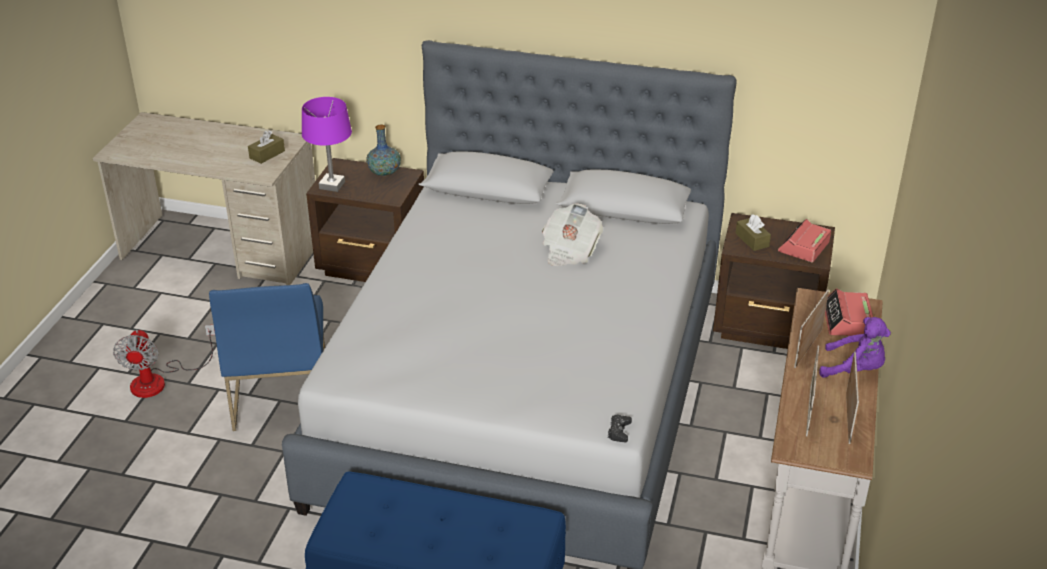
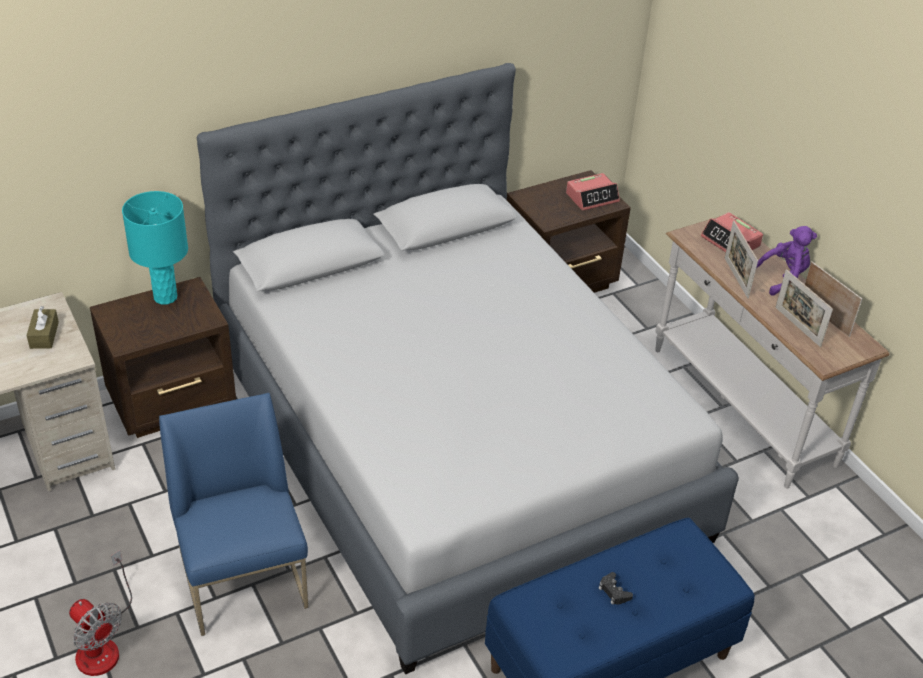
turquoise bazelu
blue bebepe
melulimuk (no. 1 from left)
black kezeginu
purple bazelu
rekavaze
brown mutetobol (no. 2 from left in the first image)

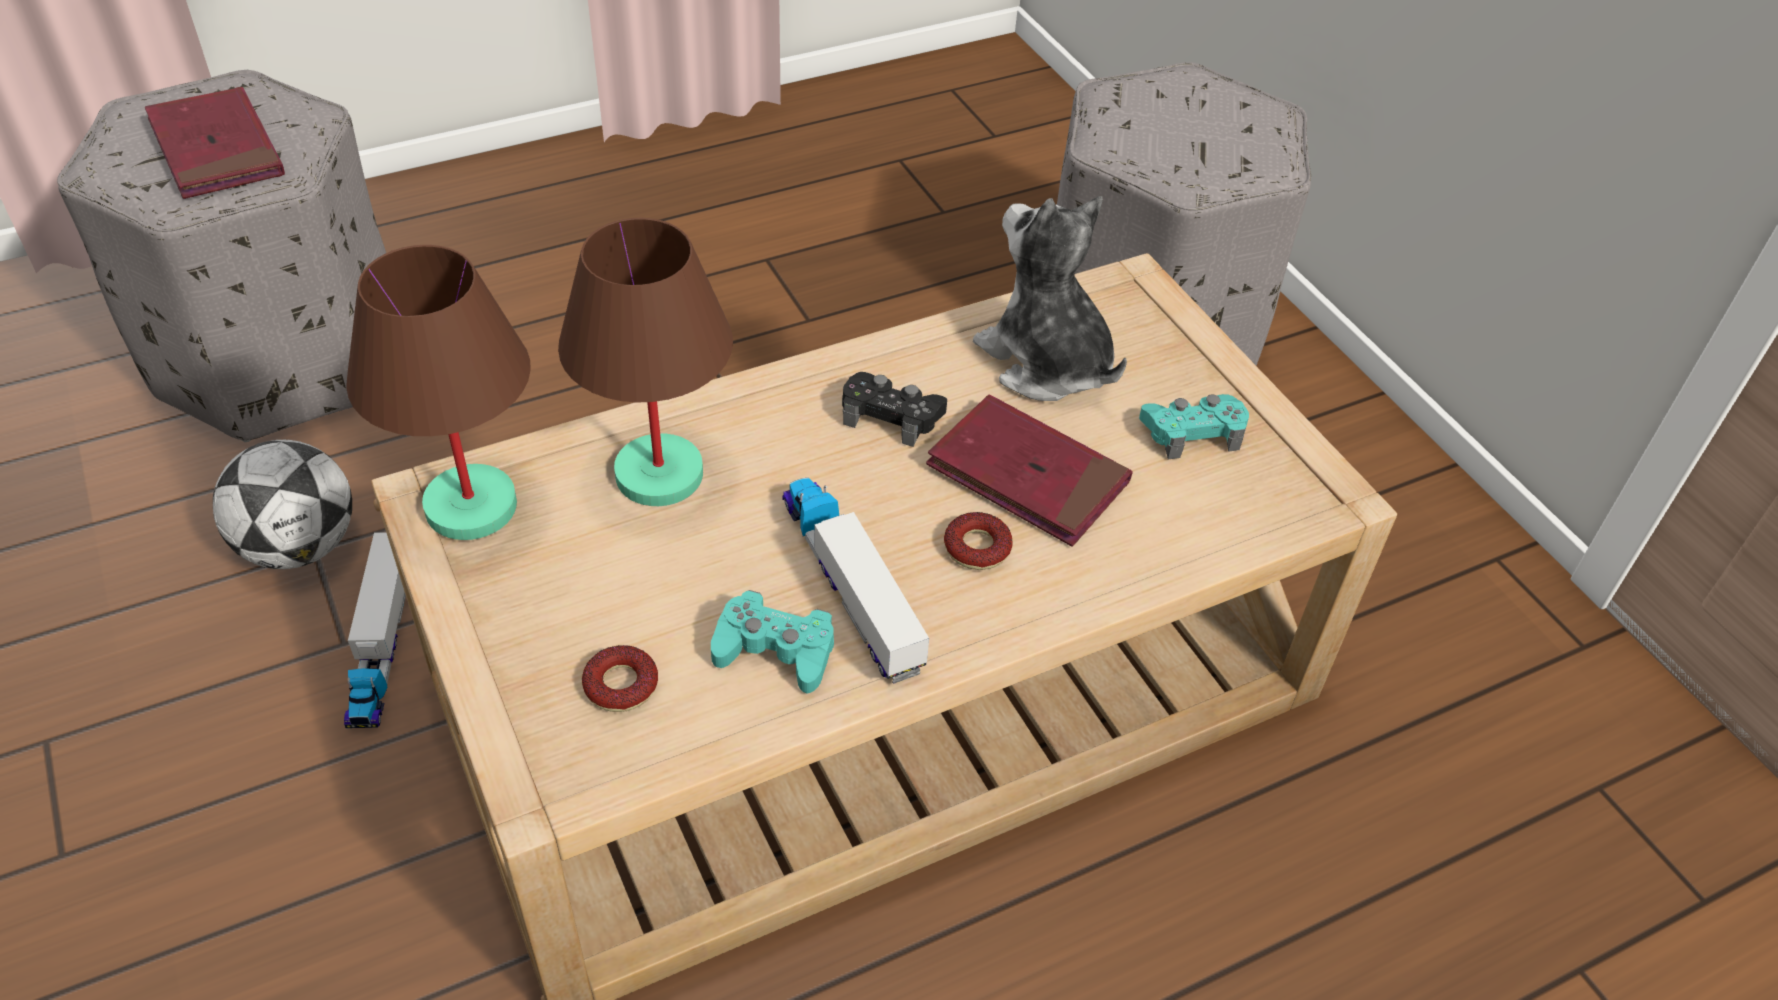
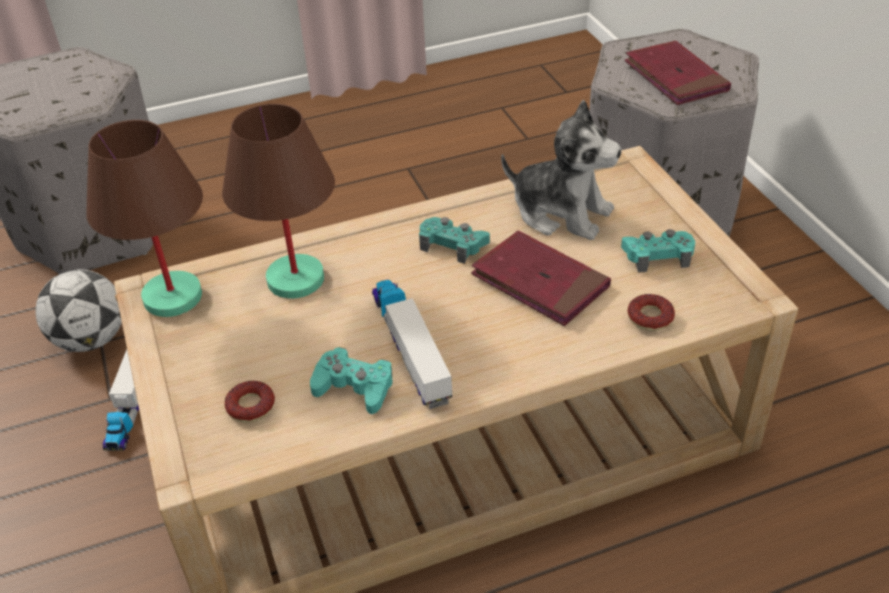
turquoise kezeginu (no. 2 from left)
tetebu
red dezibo (no. 2 from left)
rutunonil (no. 2 from left)

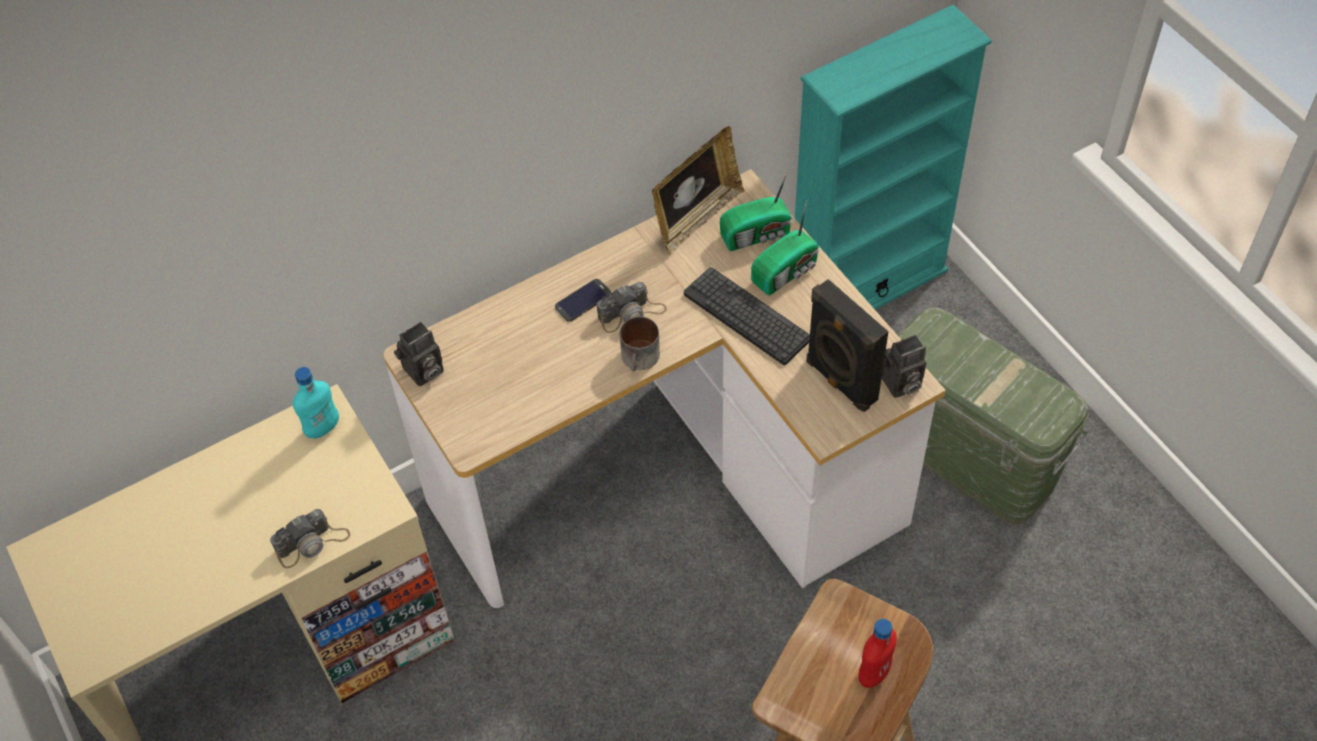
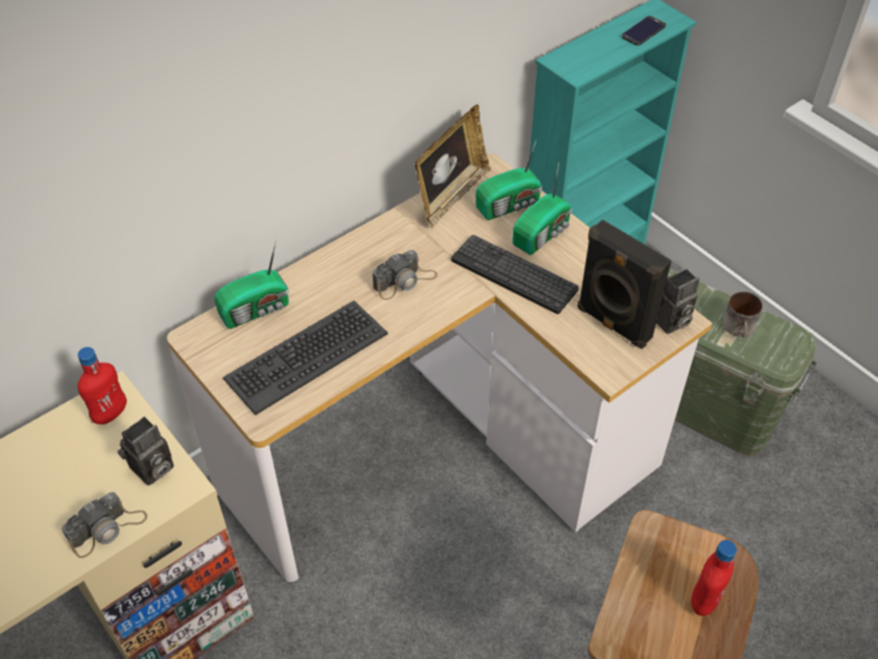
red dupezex (no. 1 from left)
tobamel (no. 2 from left)
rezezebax (no. 1 from left)
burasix (no. 1 from left)
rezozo
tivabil

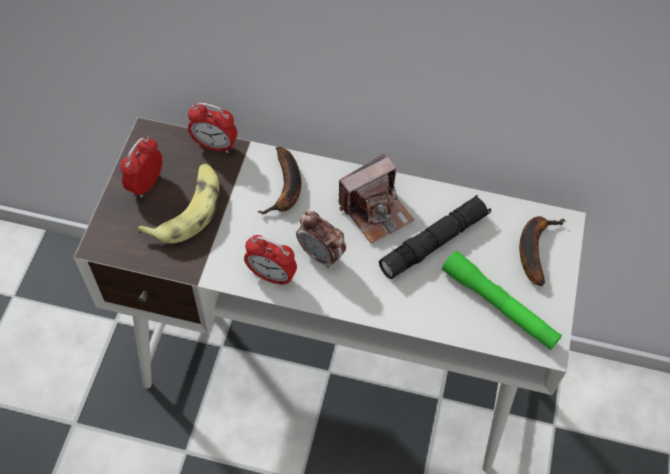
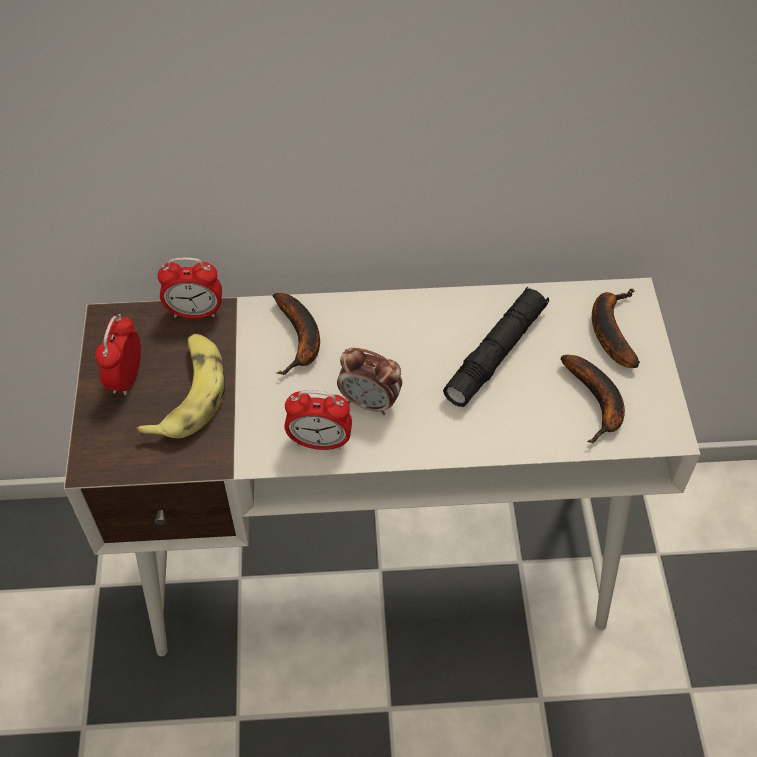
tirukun (no. 3 from left)
tobamel

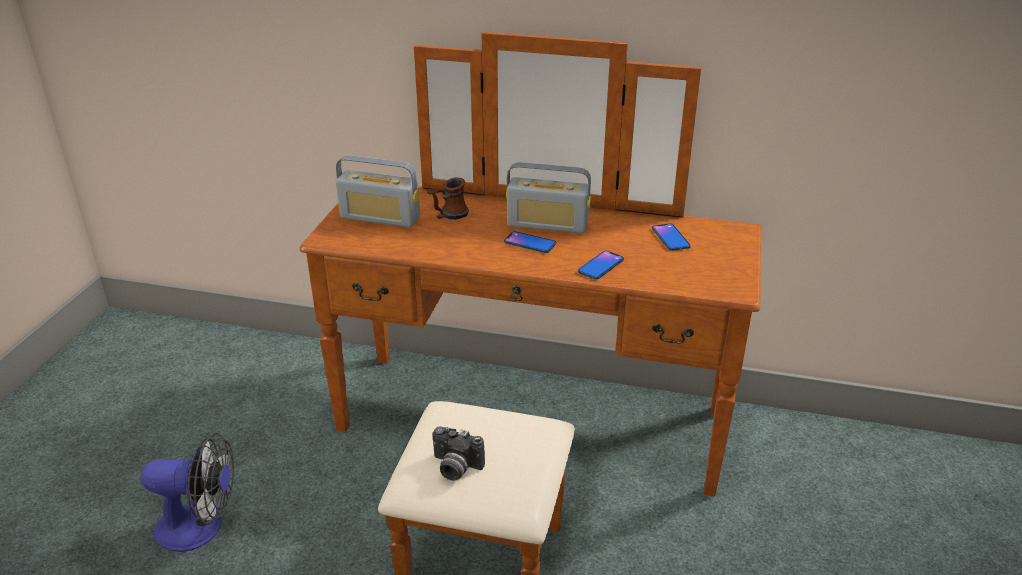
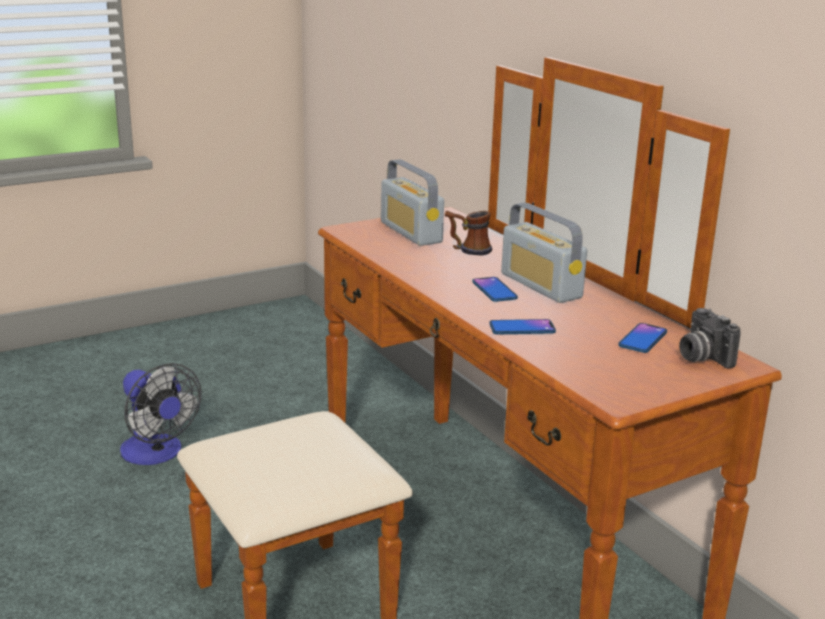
tobamel

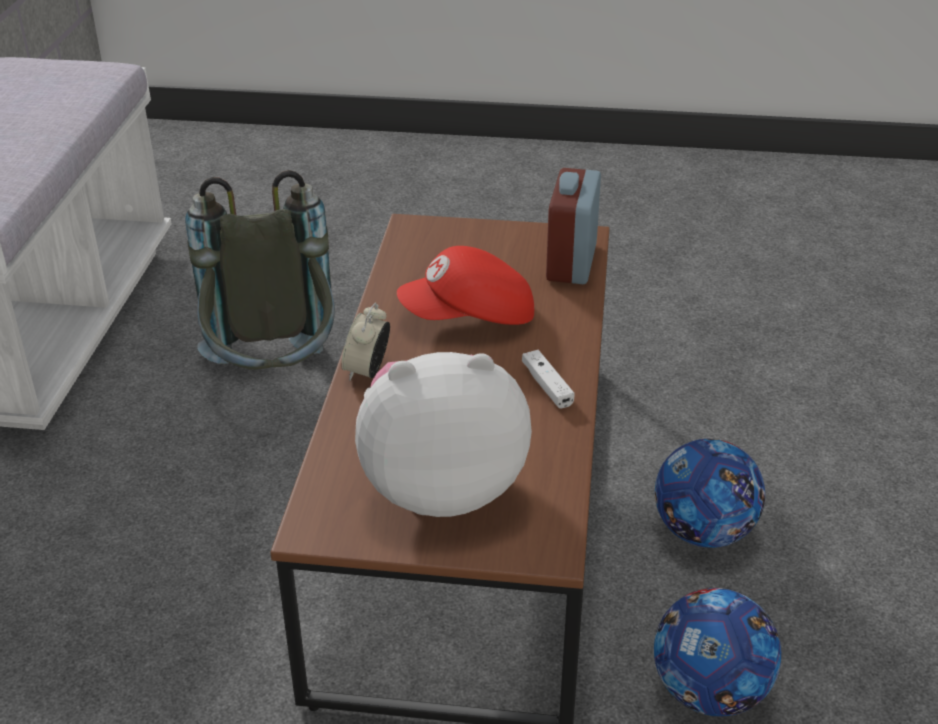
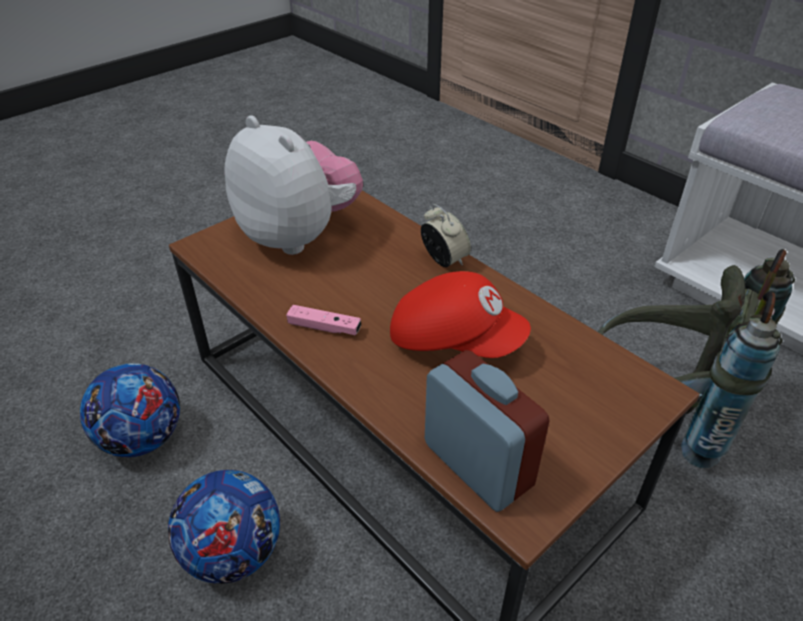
tetebu
pink kezeginu
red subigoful

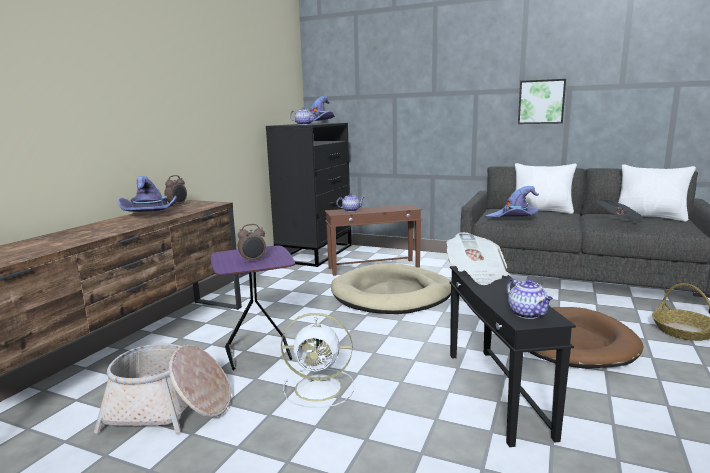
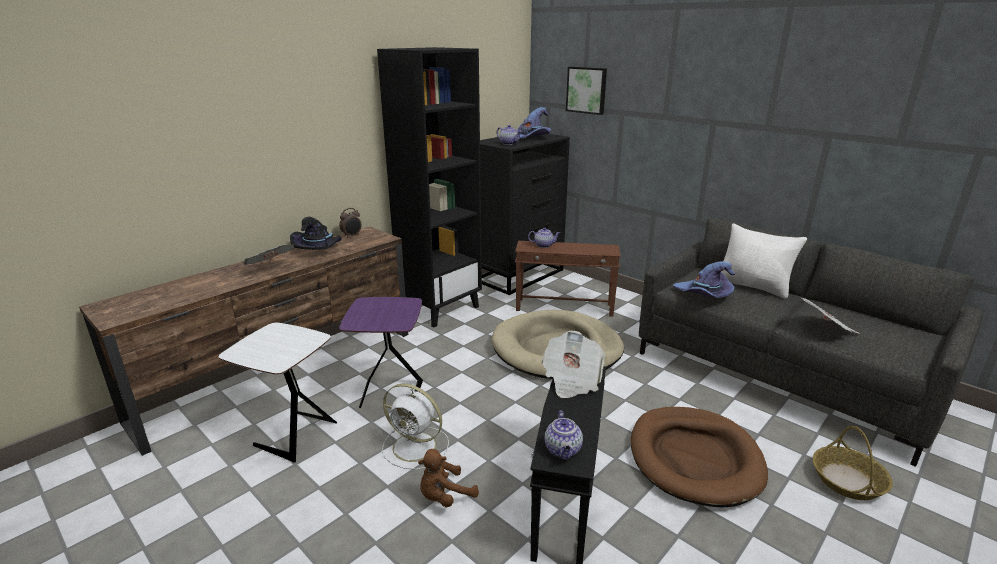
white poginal
rekavaze (no. 1 from left)
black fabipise
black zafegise
brown tetebu
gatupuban
melulimuk (no. 2 from left in the first image)
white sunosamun (no. 2 from left in the first image)

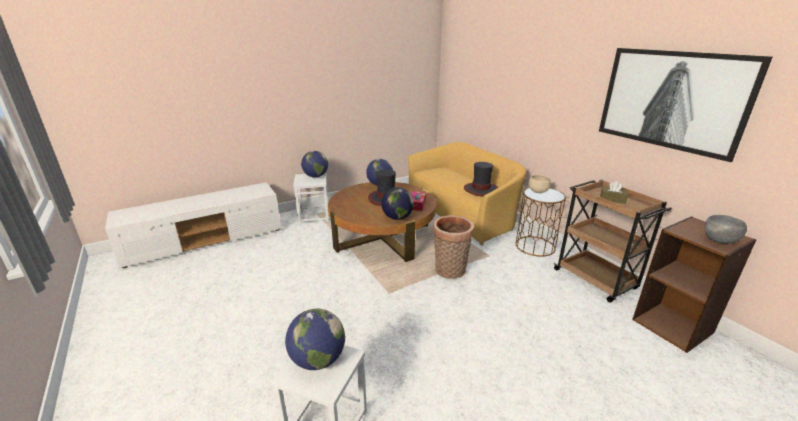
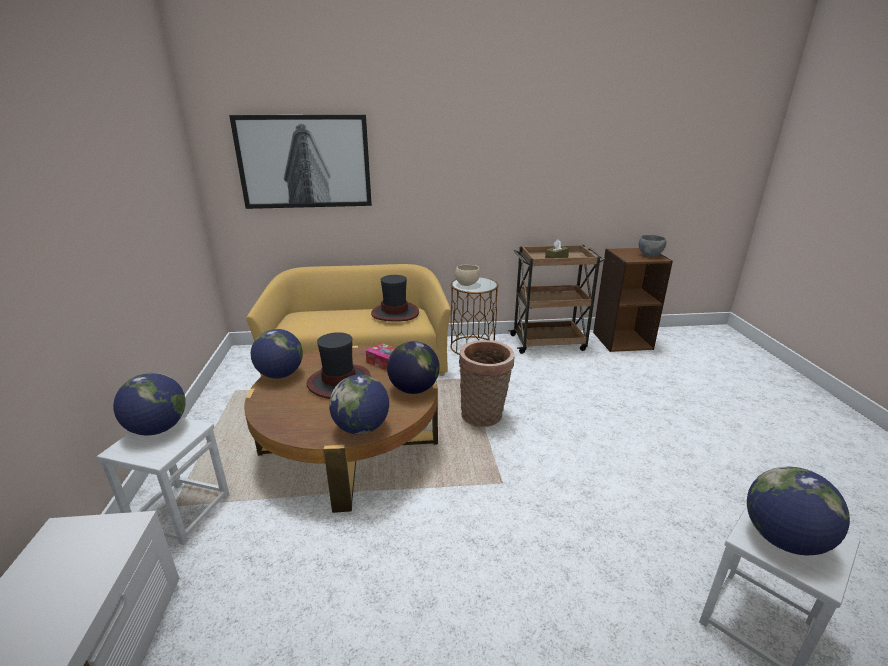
gatupuban
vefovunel (no. 3 from left)

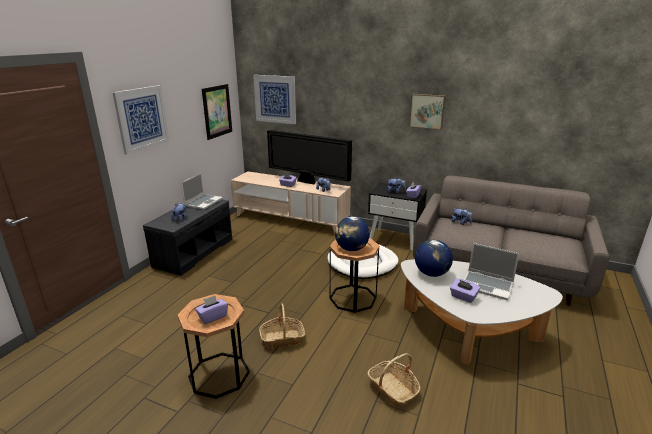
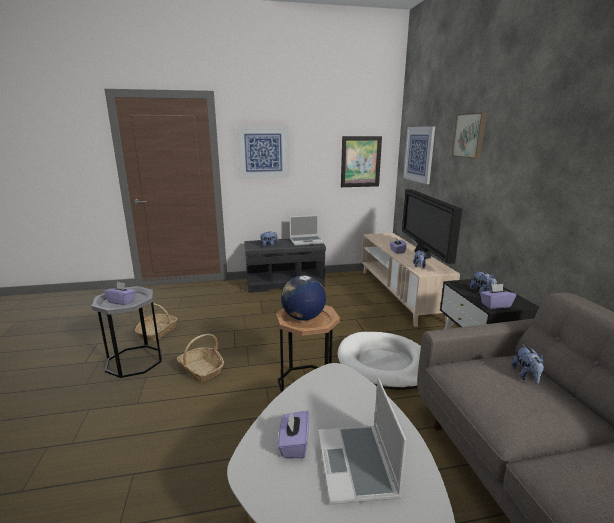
grey poginal
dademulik (no. 1 from left)
gatupuban (no. 4 from left)
vefovunel (no. 2 from left in the first image)

